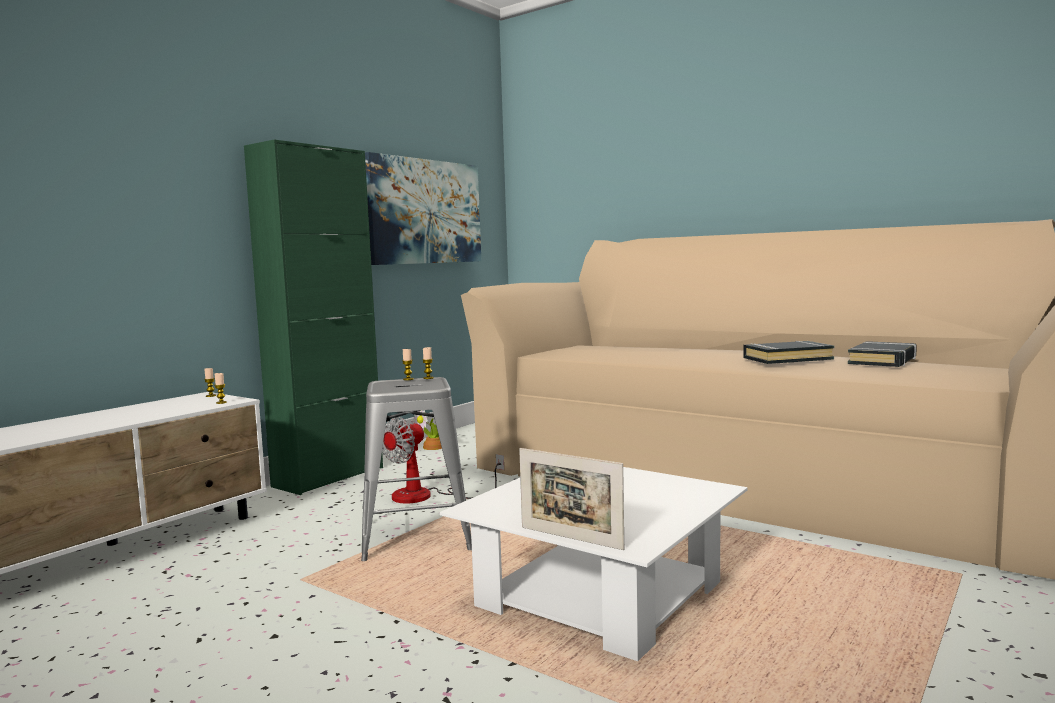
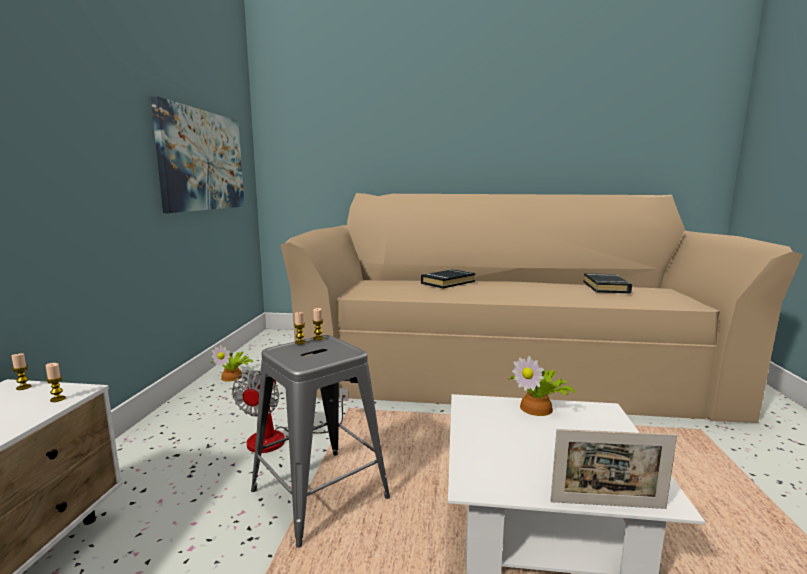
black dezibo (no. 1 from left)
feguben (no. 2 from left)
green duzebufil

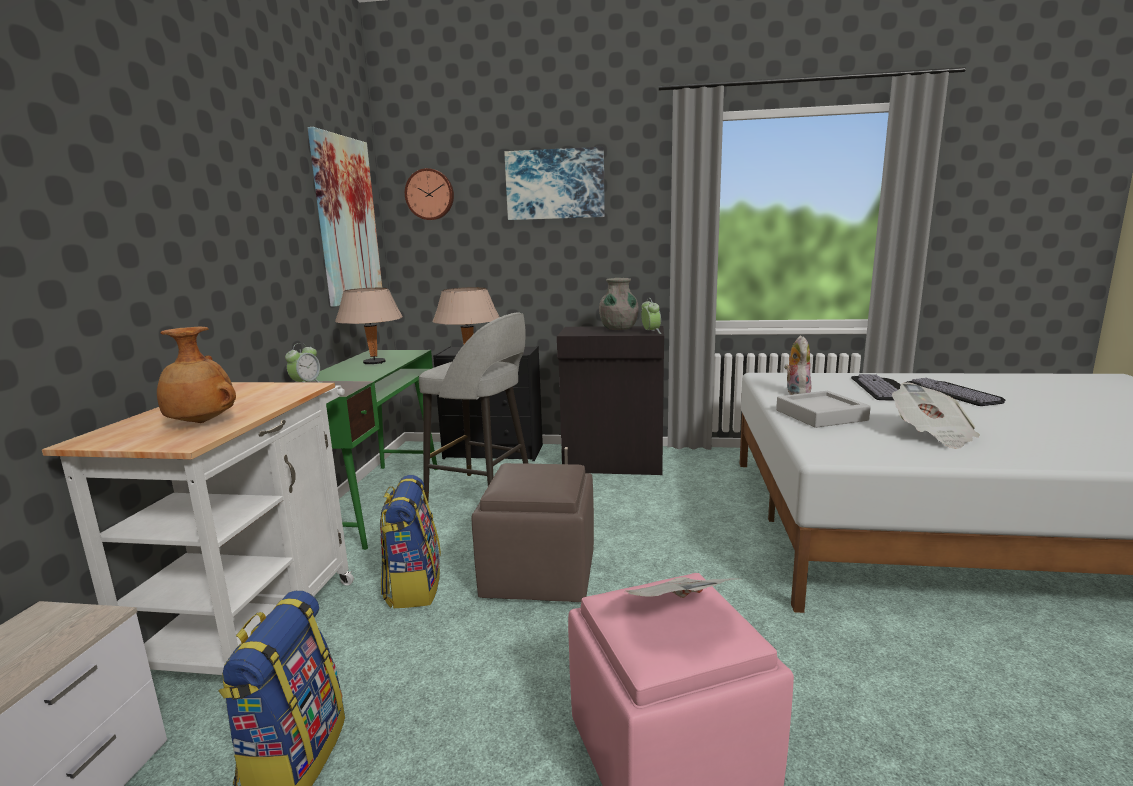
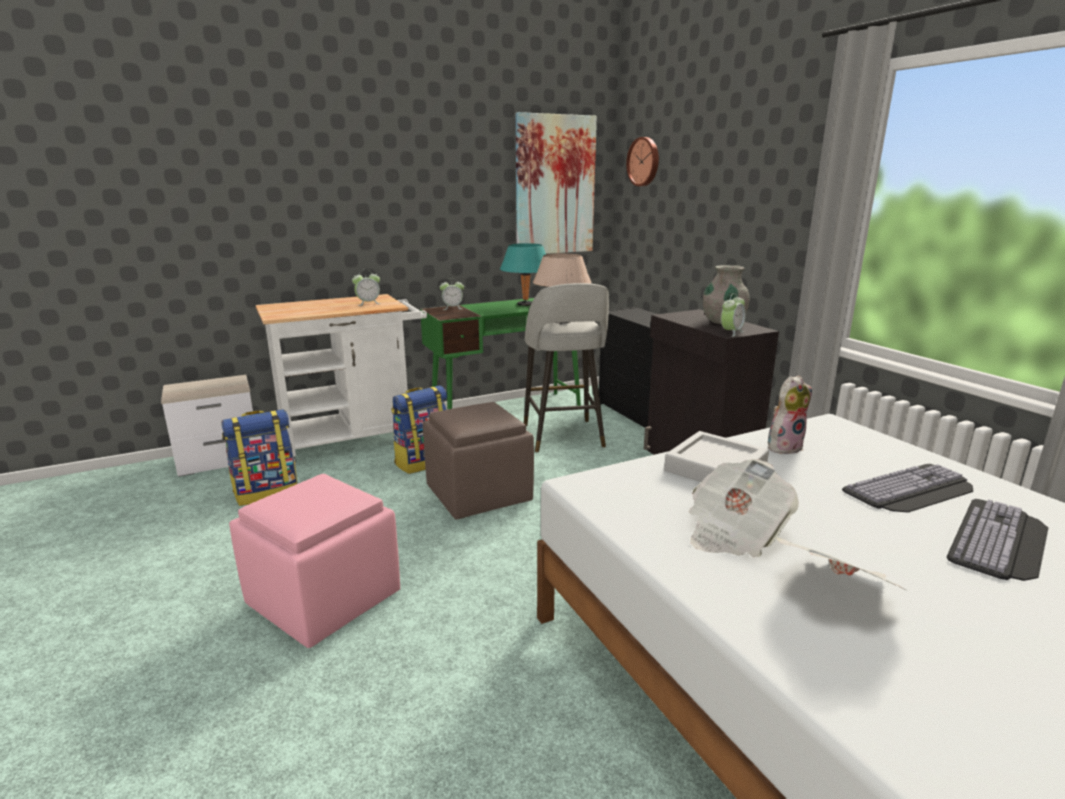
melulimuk (no. 1 from left)
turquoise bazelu
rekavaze (no. 2 from left)
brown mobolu
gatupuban (no. 2 from left in the first image)

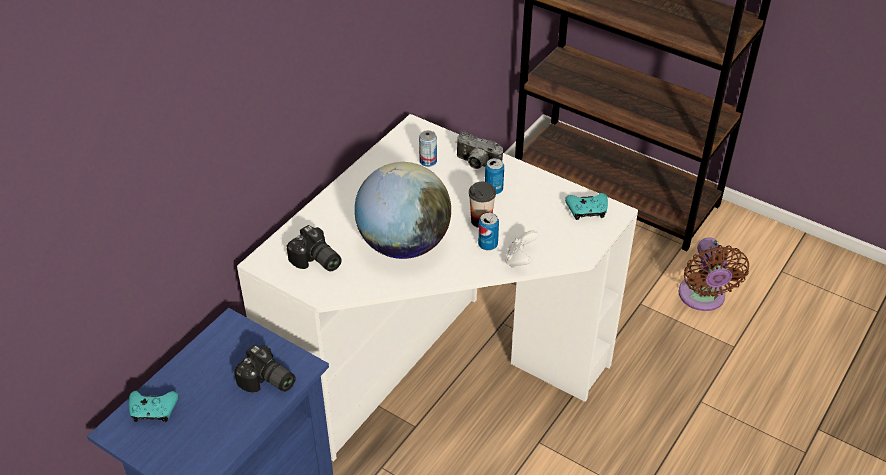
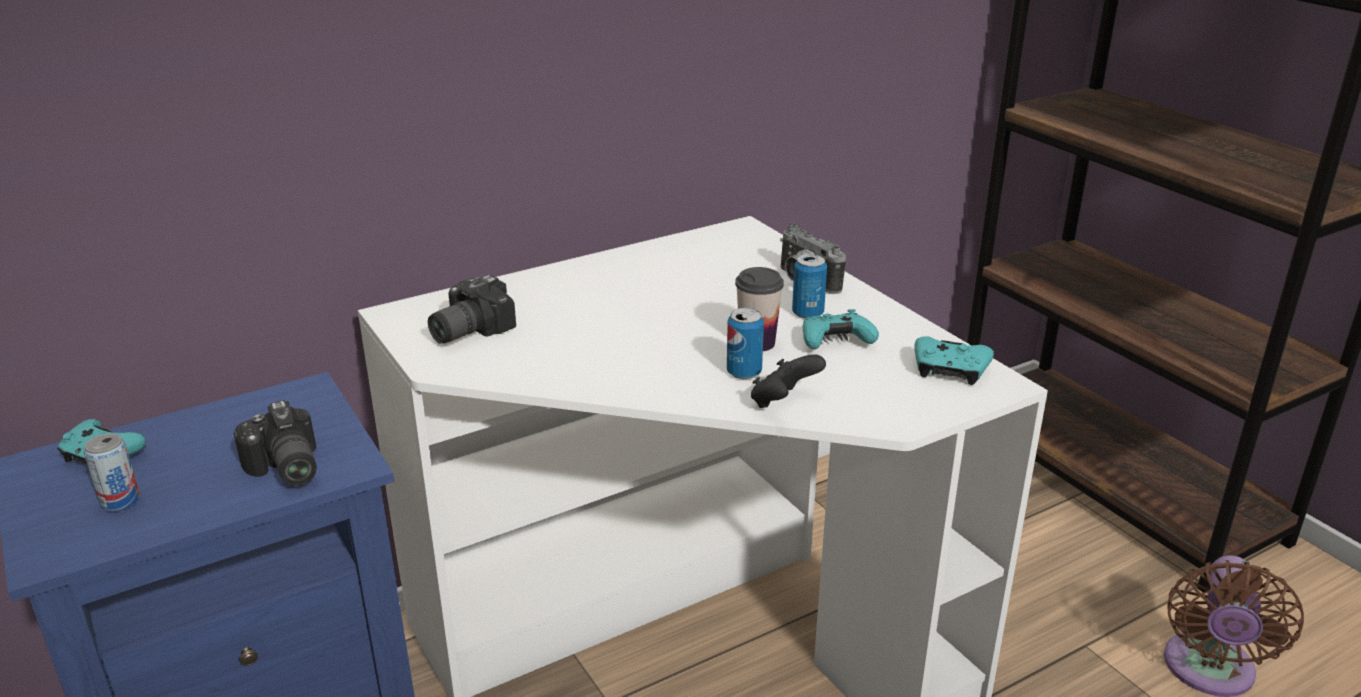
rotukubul (no. 1 from left)
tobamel (no. 2 from left)
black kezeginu
turquoise kezeginu (no. 2 from left)
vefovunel

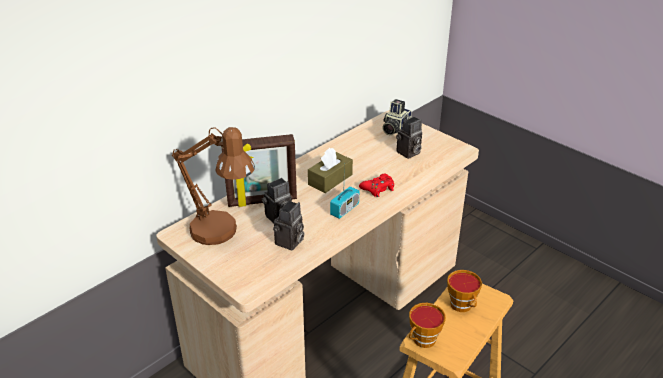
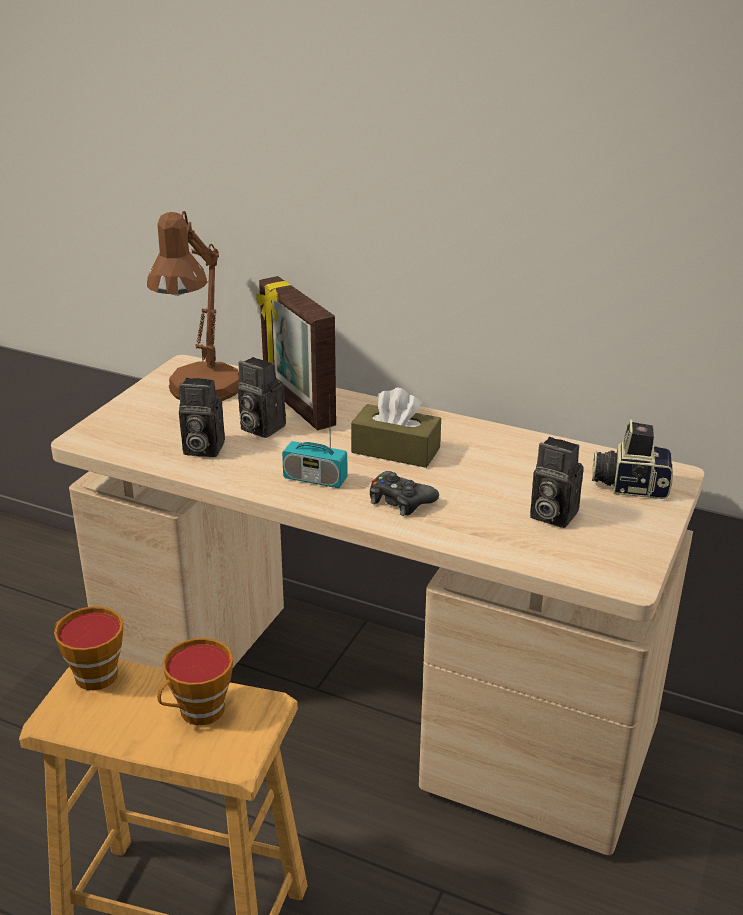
black kezeginu

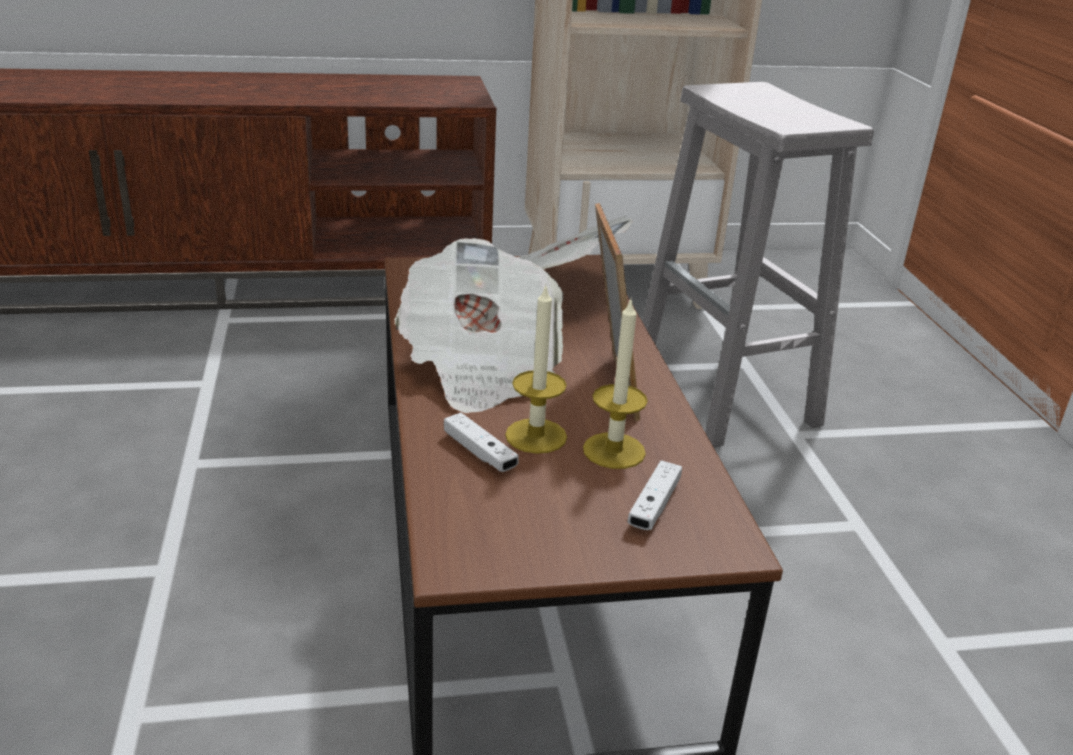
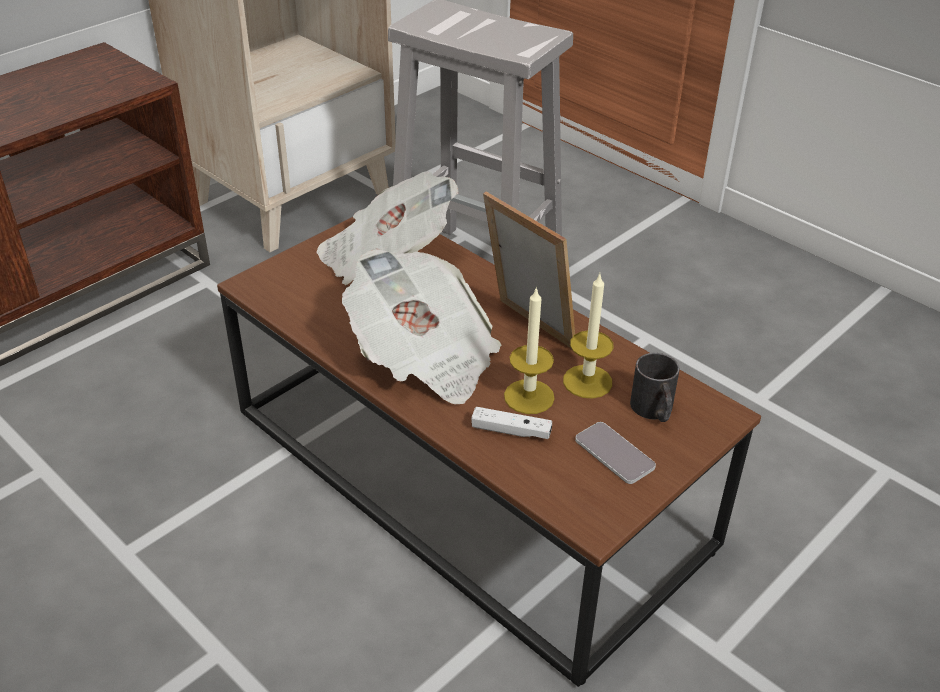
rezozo
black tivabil

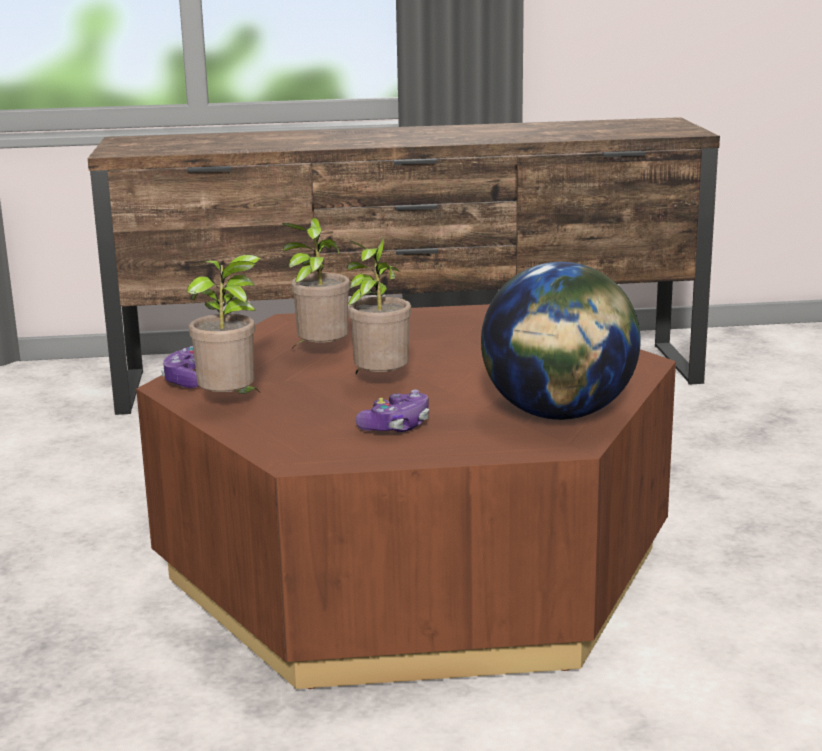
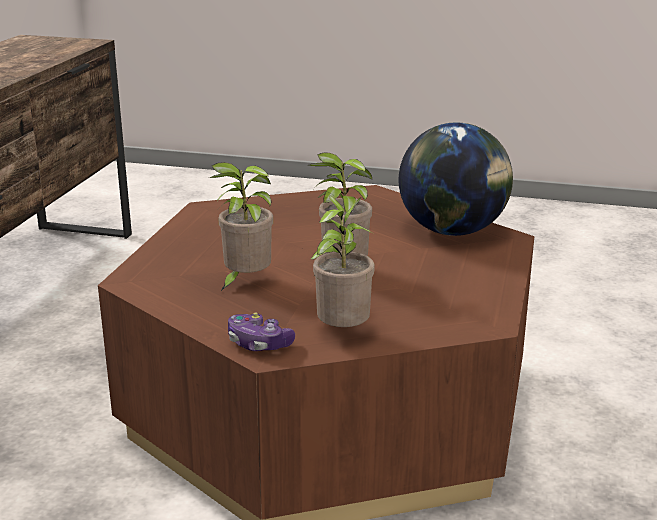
kezeginu (no. 2 from left in the first image)

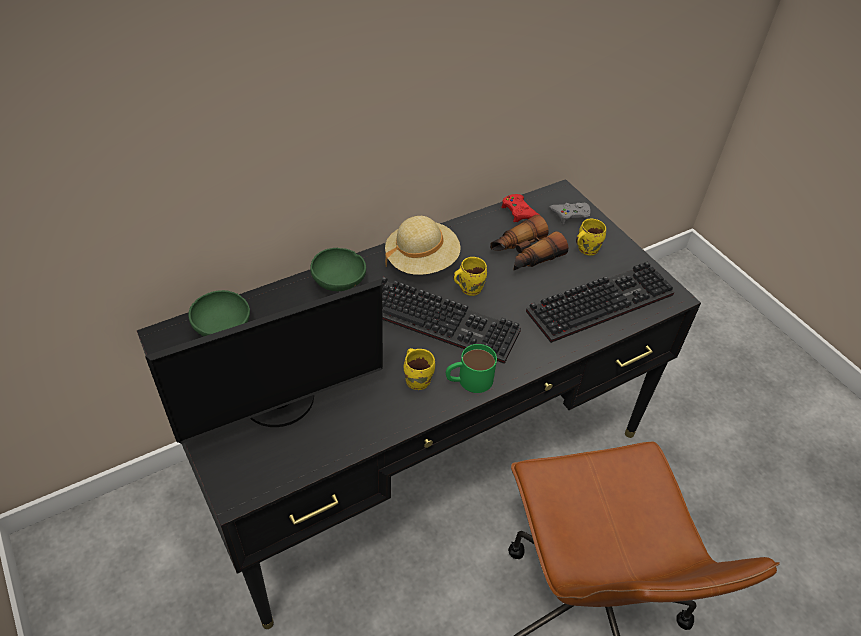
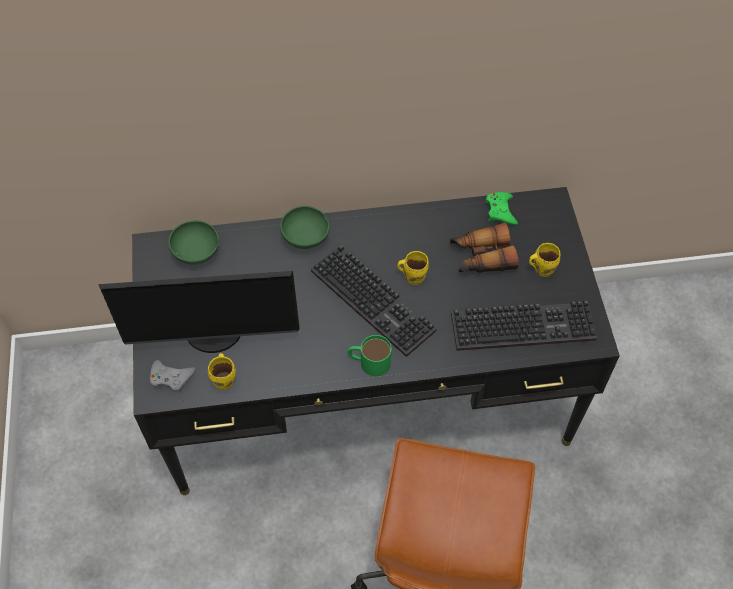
grey kezeginu
yellow tivabil (no. 1 from left)
green kezeginu
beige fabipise

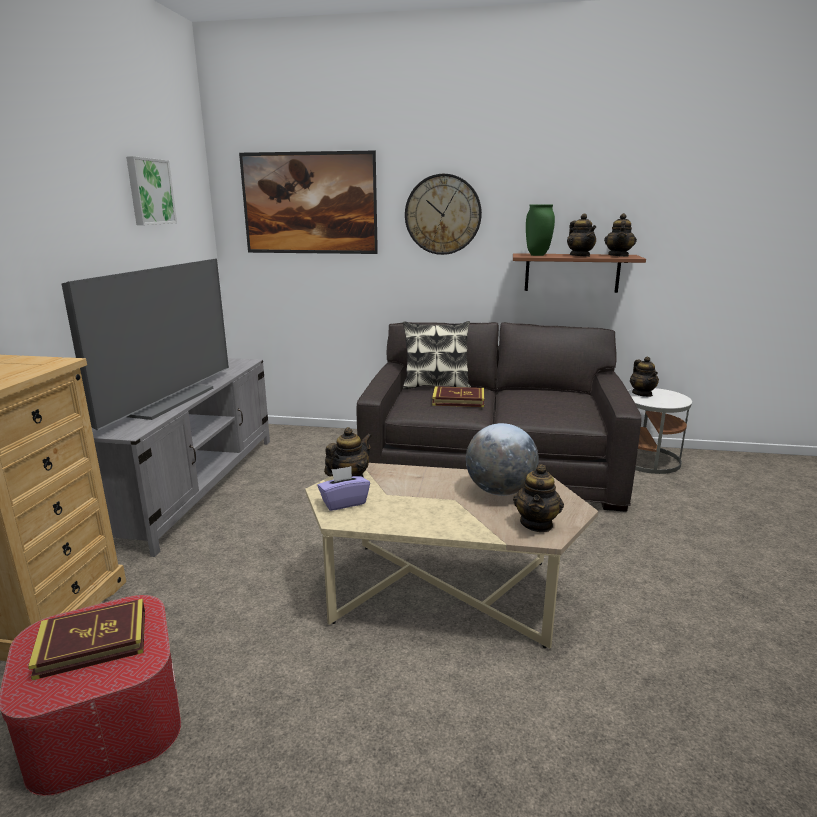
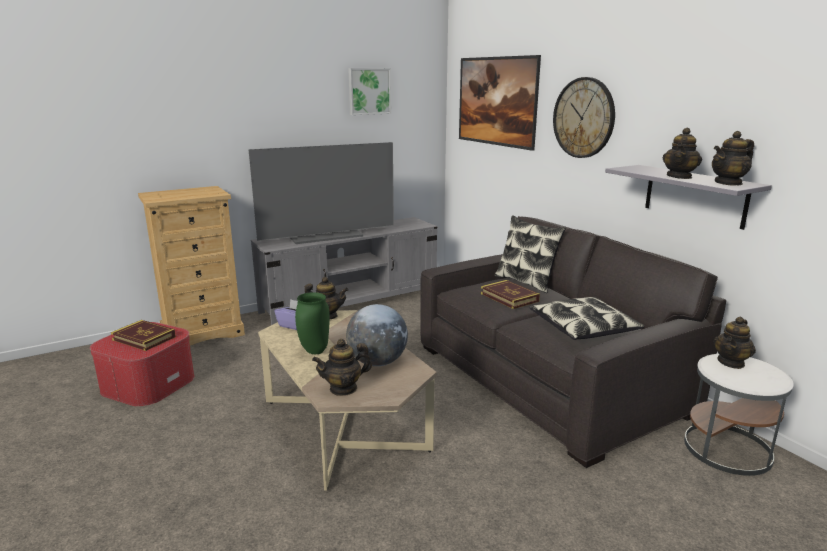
green mobolu
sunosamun (no. 2 from left)
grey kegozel

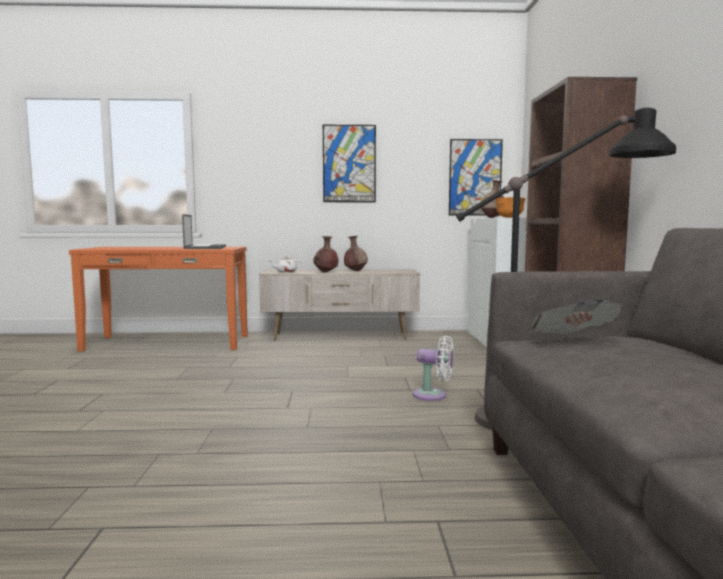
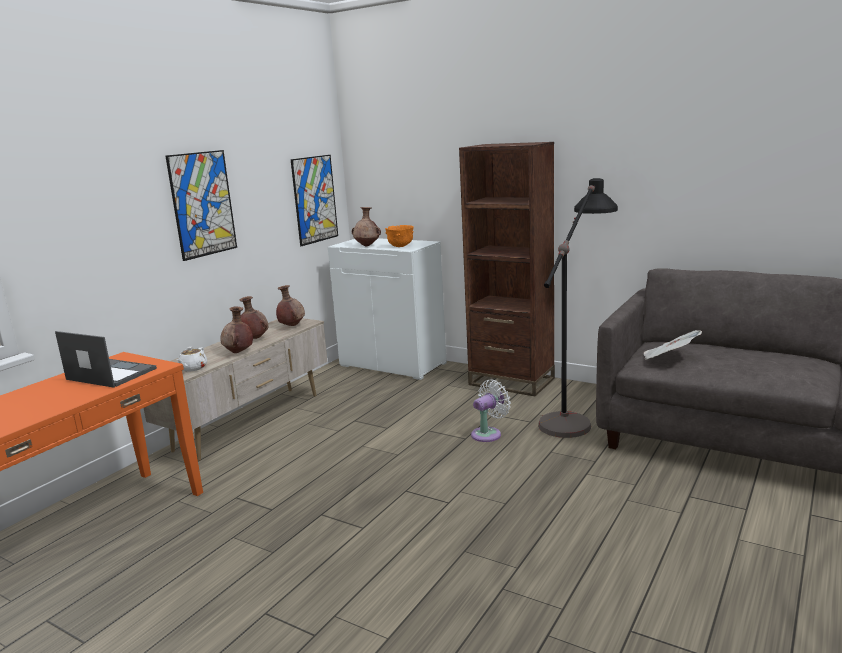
brown mobolu (no. 3 from left)

